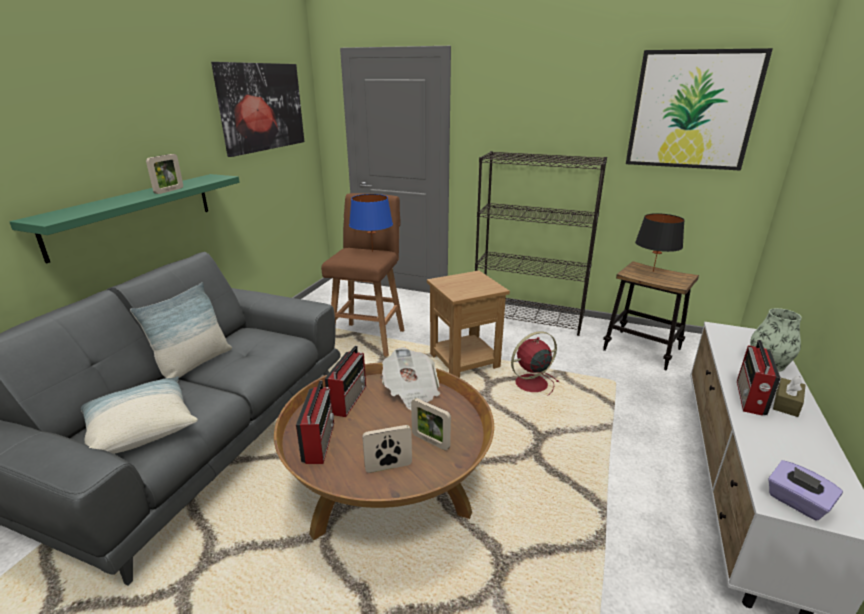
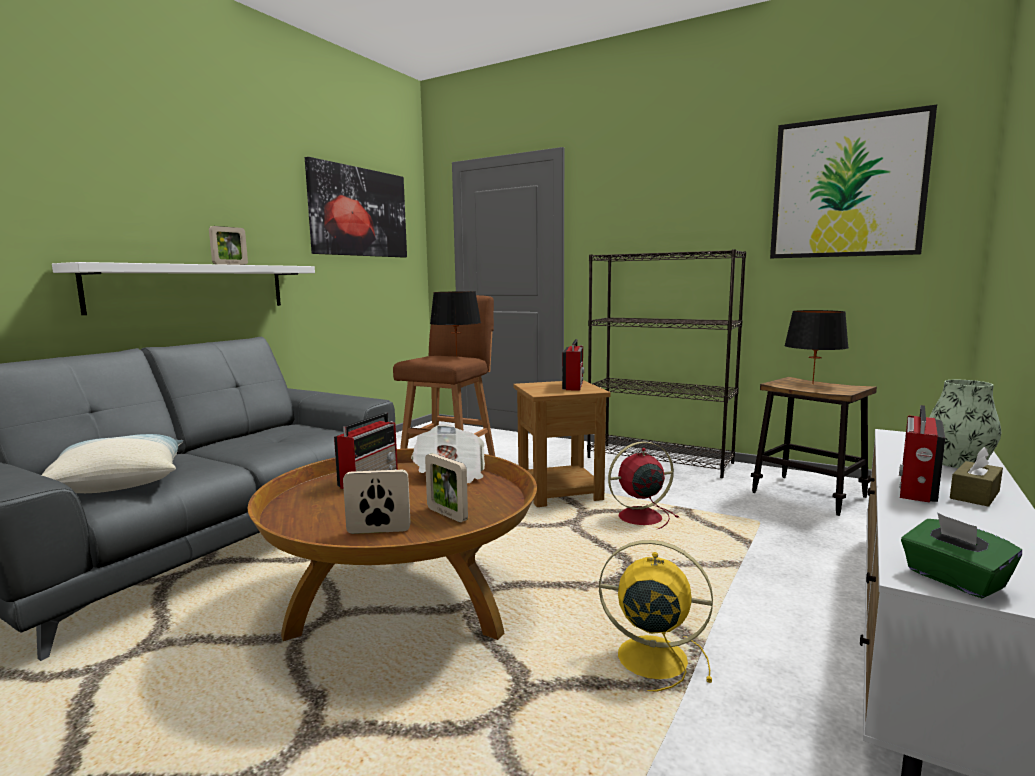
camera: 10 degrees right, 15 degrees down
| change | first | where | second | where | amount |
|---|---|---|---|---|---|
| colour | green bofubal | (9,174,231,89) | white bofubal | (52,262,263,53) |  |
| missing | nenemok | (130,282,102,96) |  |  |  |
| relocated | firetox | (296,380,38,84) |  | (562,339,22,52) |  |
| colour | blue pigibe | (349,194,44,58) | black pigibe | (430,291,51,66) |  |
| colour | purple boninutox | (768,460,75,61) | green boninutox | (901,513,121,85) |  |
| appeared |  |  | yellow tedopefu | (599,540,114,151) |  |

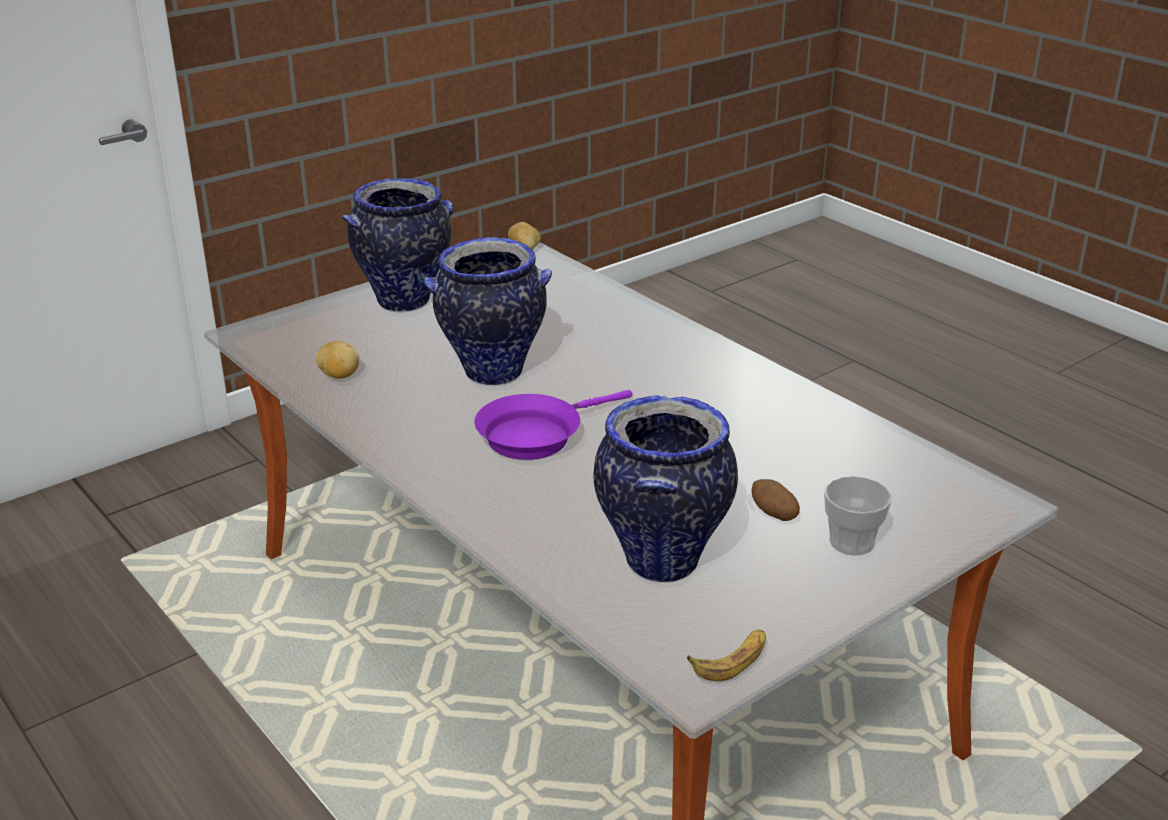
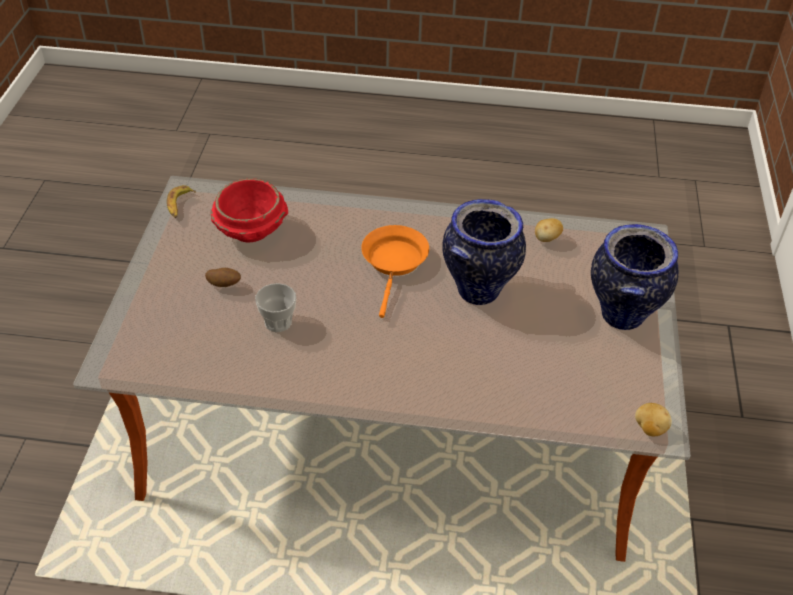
camera: 135 degrees right, 15 degrees up
| change | first | where | second | where | amount |
|---|---|---|---|---|---|
| colour | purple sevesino | (474,390,159,70) | orange sevesino | (361,225,68,93) |  |
| exchanged | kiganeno | (594,396,144,186) | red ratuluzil | (211,178,77,64) |  |
| relocated | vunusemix | (824,476,68,79) |  | (255,283,41,49) |  |

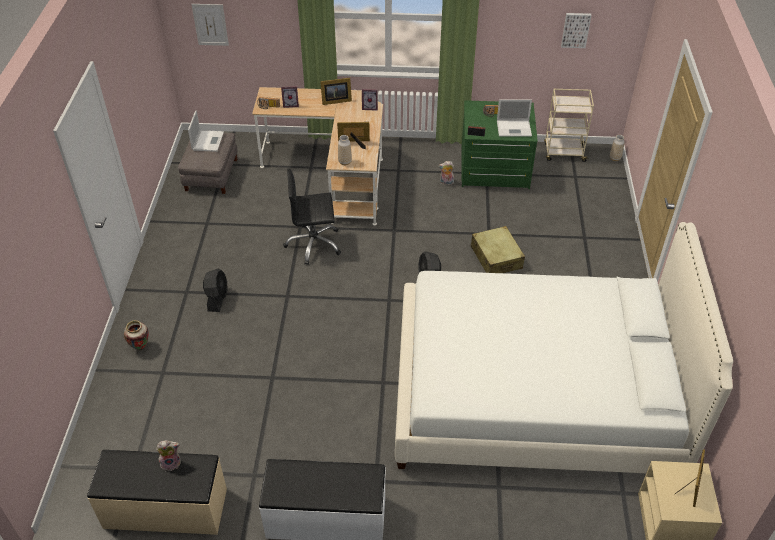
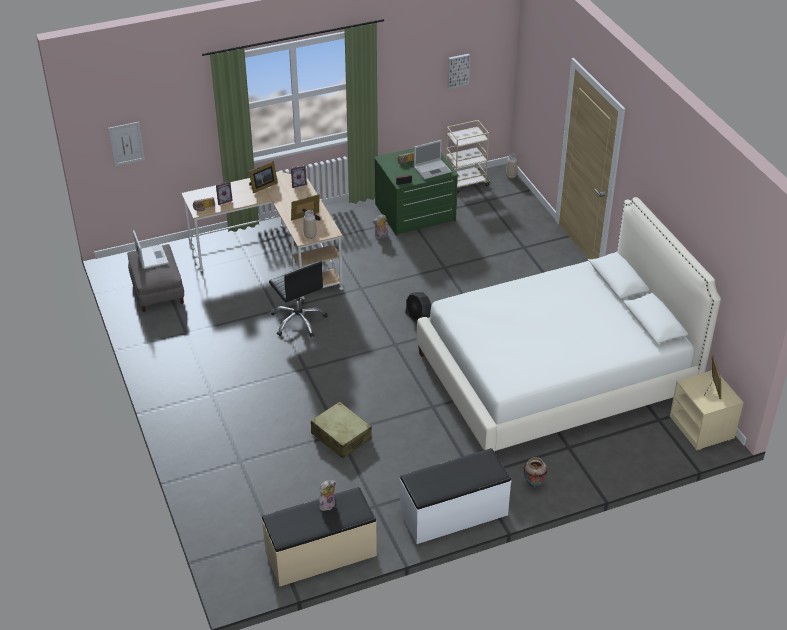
camera: 25 degrees left, 5 degrees down
| change | first | where | second | where | amount |
|---|---|---|---|---|---|
| relocated | kiganeno | (124,320,25,30) |  | (524,457,23,31) |  |
| missing | black tedopefu | (203,268,25,44) |  |  |  |
| spun | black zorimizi | (283,169,58,96) |  | (269,261,59,76) | 90 degrees counterclockwise |
| relocated | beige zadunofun | (471,226,54,47) |  | (311,402,61,56) |  |

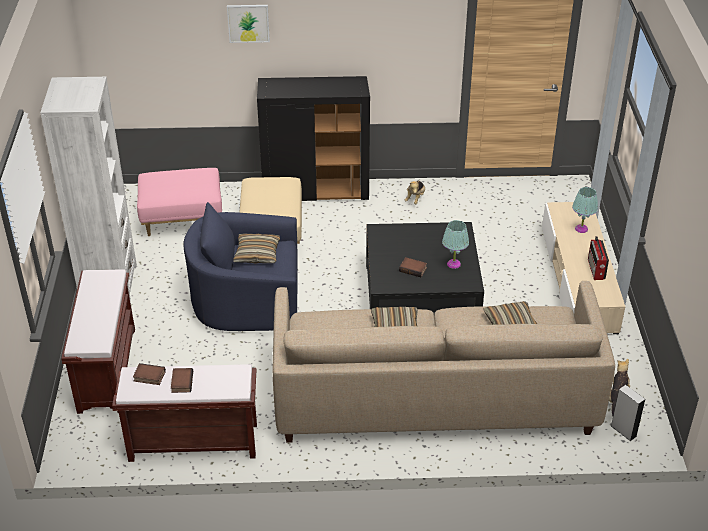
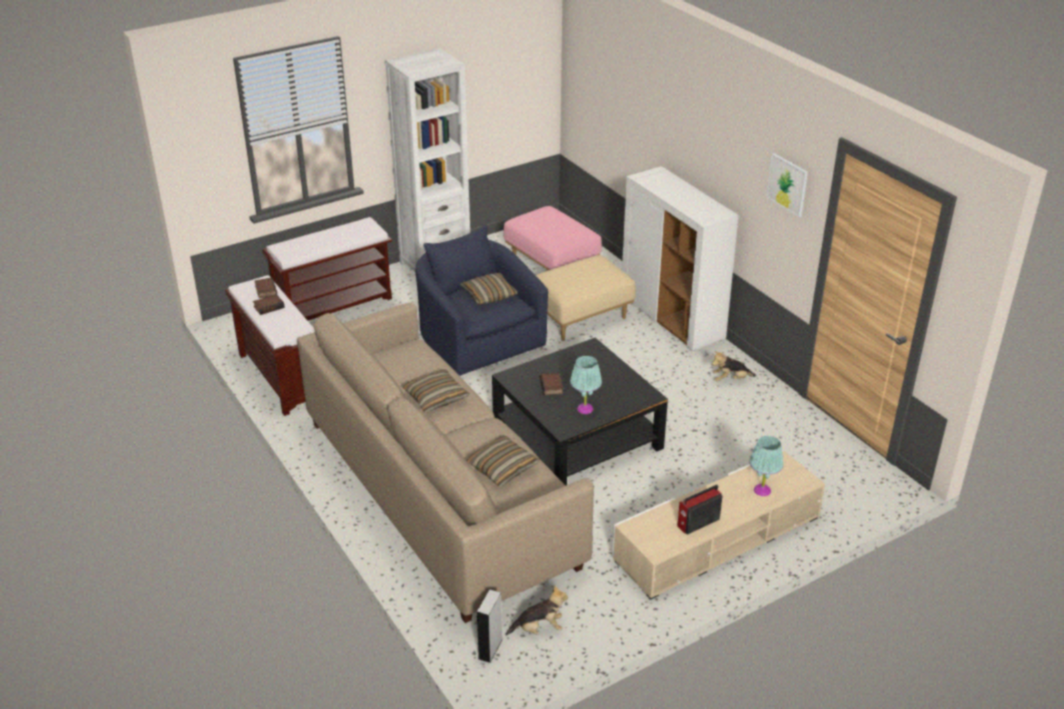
camera: 60 degrees right, 5 degrees down
| change | first | where | second | where | amount |
|---|---|---|---|---|---|
| relocated | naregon | (227,5,43,38) |  | (766,153,42,64) |  |
| colour | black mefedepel | (257,76,113,125) | white mefedepel | (622,166,117,185) |  |

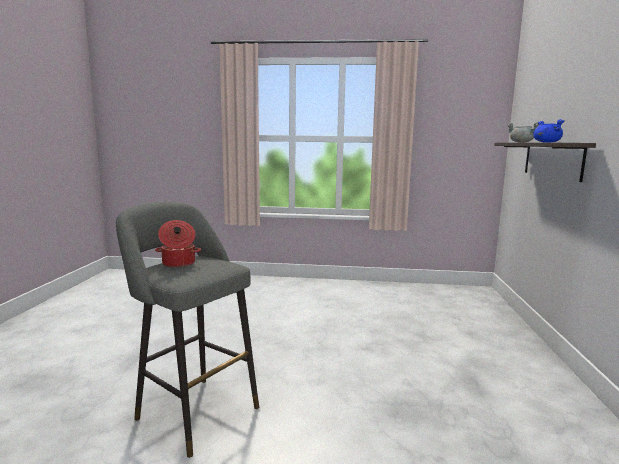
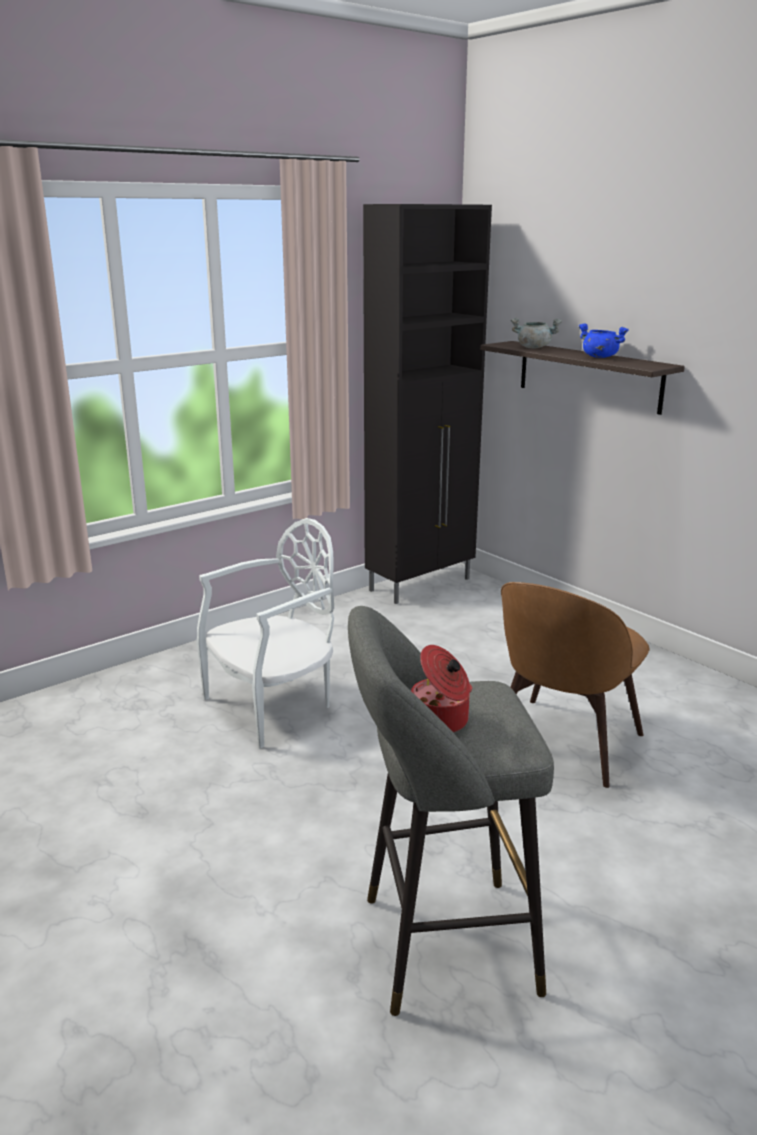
camera: 45 degrees left, 10 degrees up
| change | first | where | second | where | amount |
|---|---|---|---|---|---|
| appeared |  |  | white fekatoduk | (196,518,138,231) |  |
| appeared |  |  | black mefedepel | (363,204,129,400) |  |
| appeared |  |  | brown fekatoduk | (501,582,149,206) |  |

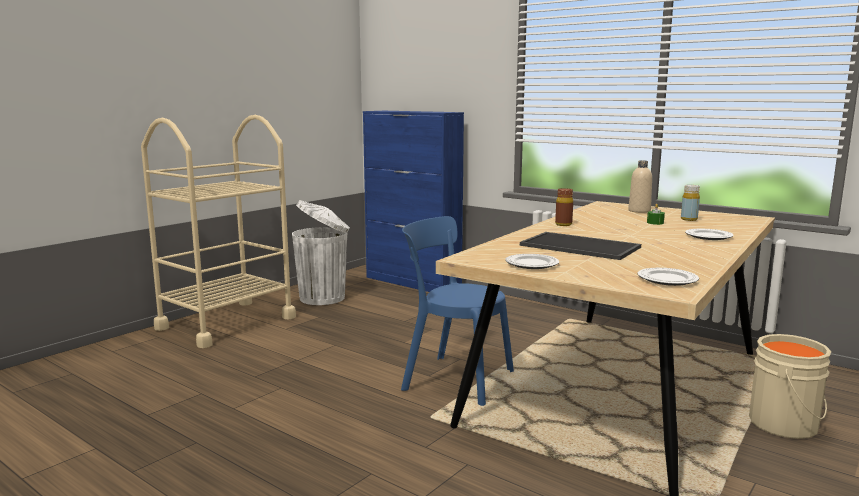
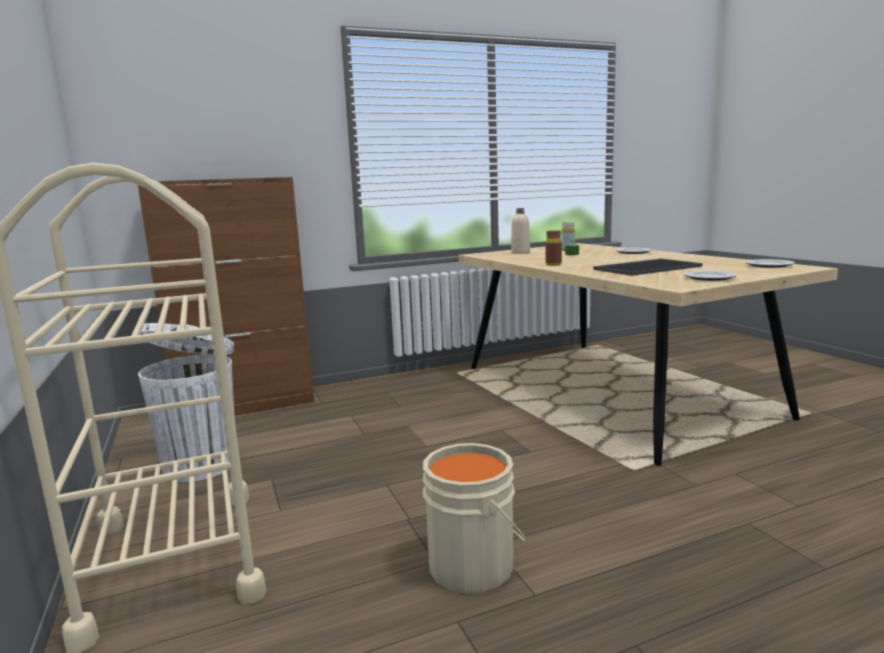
camera: 60 degrees left, 0 degrees up
| change | first | where | second | where | amount |
|---|---|---|---|---|---|
| colour | blue mefedepel | (363,111,101,181) | brown mefedepel | (138,177,176,239) |  |
| missing | blue fekatoduk | (401,216,113,190) |  |  |  |
| relocated | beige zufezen | (749,334,82,105) |  | (423,443,104,151) |  |

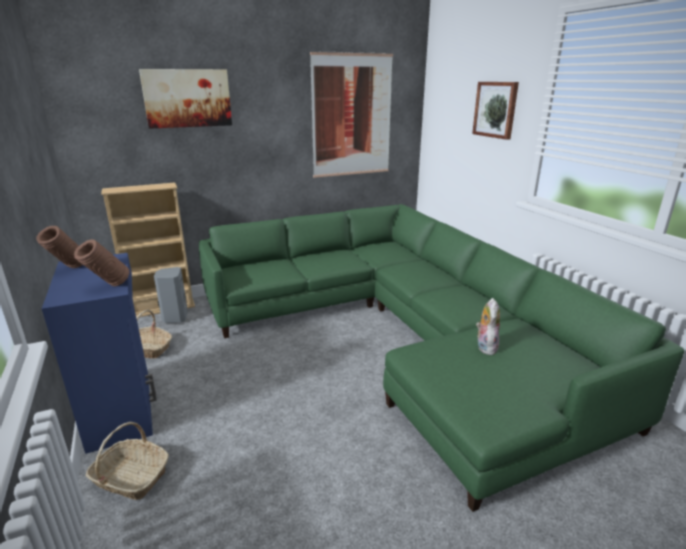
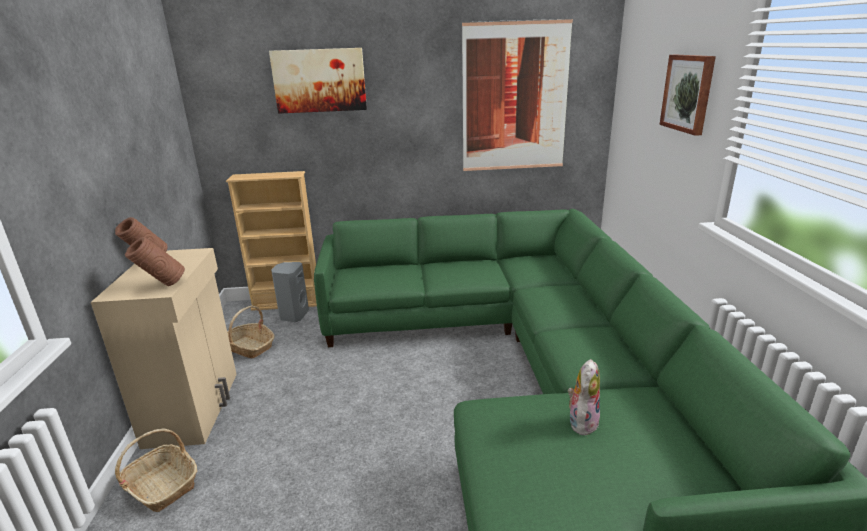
camera: 20 degrees right, 0 degrees up
| change | first | where | second | where | amount |
|---|---|---|---|---|---|
| colour | blue mefedepel | (42,253,115,201) | beige mefedepel | (91,248,146,201) |  |

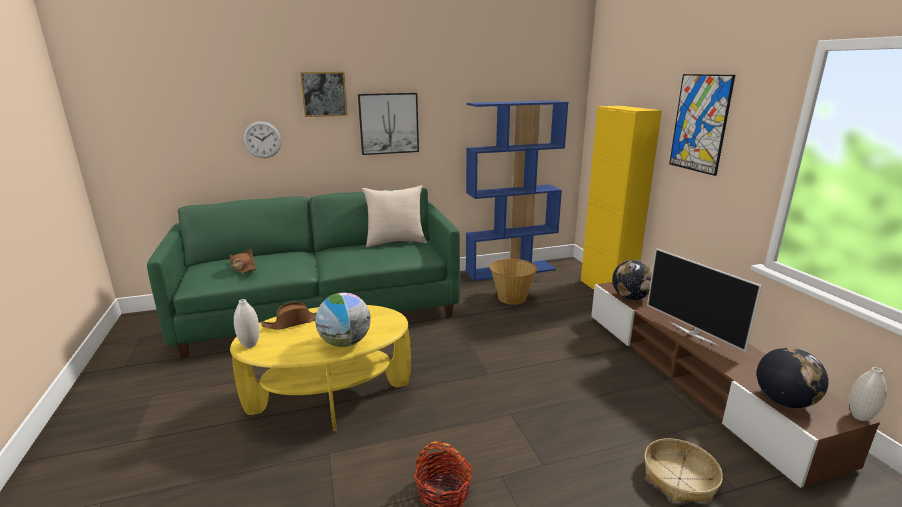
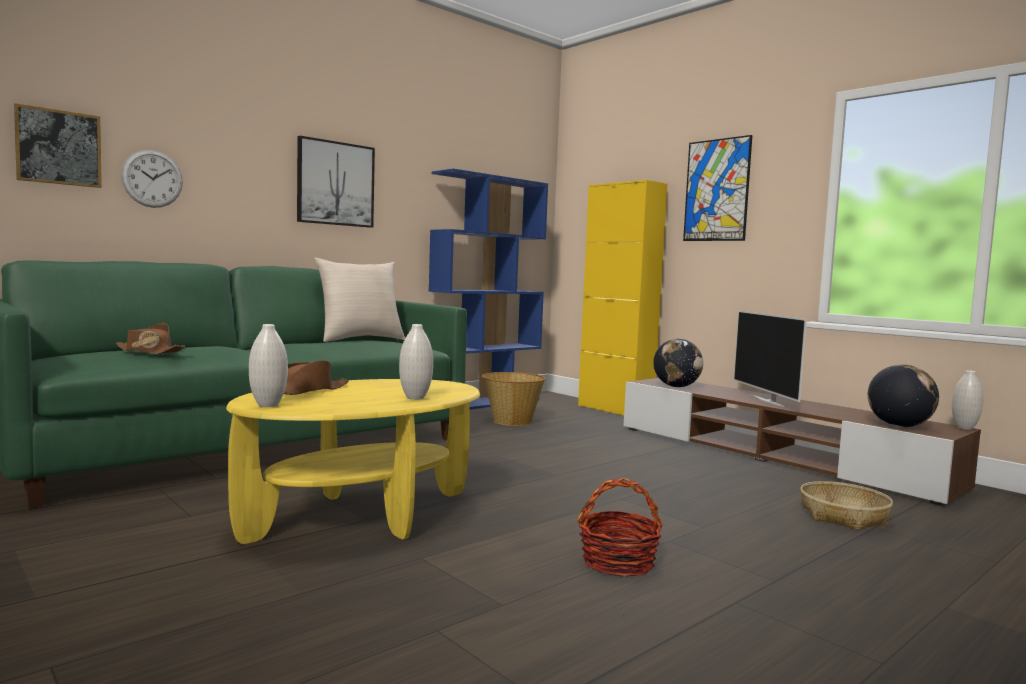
camera: 25 degrees left, 15 degrees down
| change | first | where | second | where | amount |
|---|---|---|---|---|---|
| relocated | naregon | (300,72,48,45) |  | (14,103,88,85) |  |
| exchanged | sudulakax | (315,293,56,54) | white kiganeno | (399,324,34,76) |  |
| spun | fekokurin | (647,248,115,104) |  | (734,311,73,96) | 45 degrees clockwise |

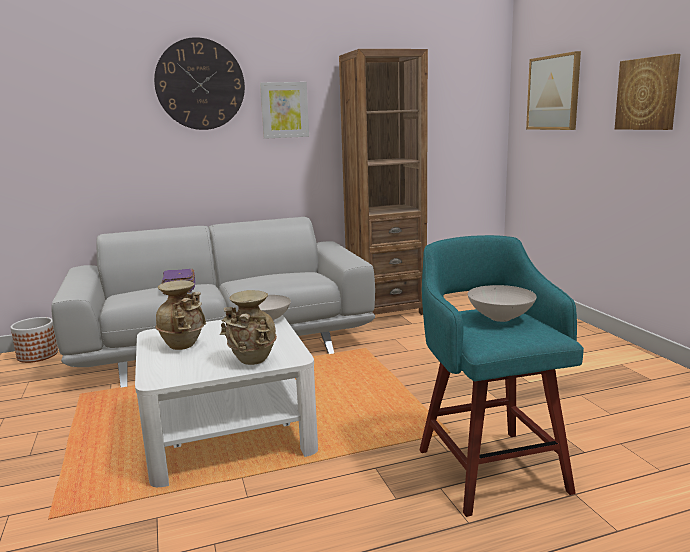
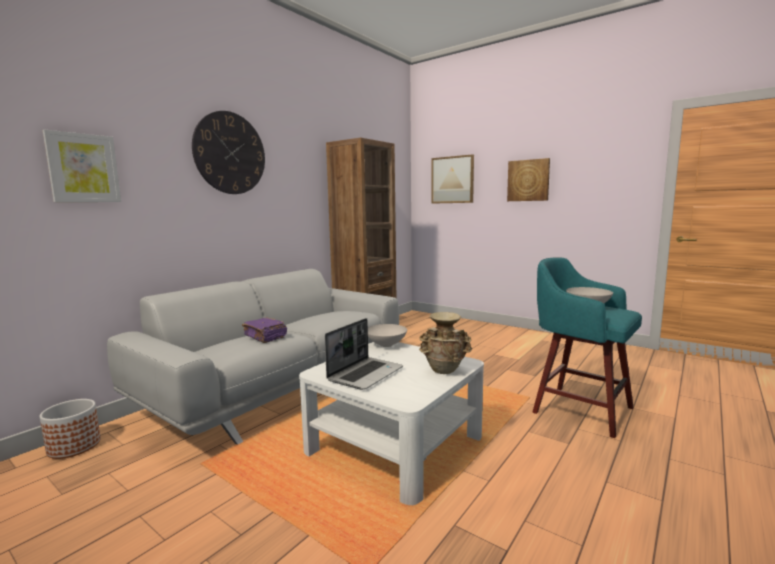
camera: 35 degrees left, 5 degrees down
| change | first | where | second | where | amount |
|---|---|---|---|---|---|
| exchanged | beige kiganeno | (155,280,51,70) | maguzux | (325,318,78,72) |  |
| relocated | naregon | (260,82,49,57) |  | (43,130,78,72) |  |

